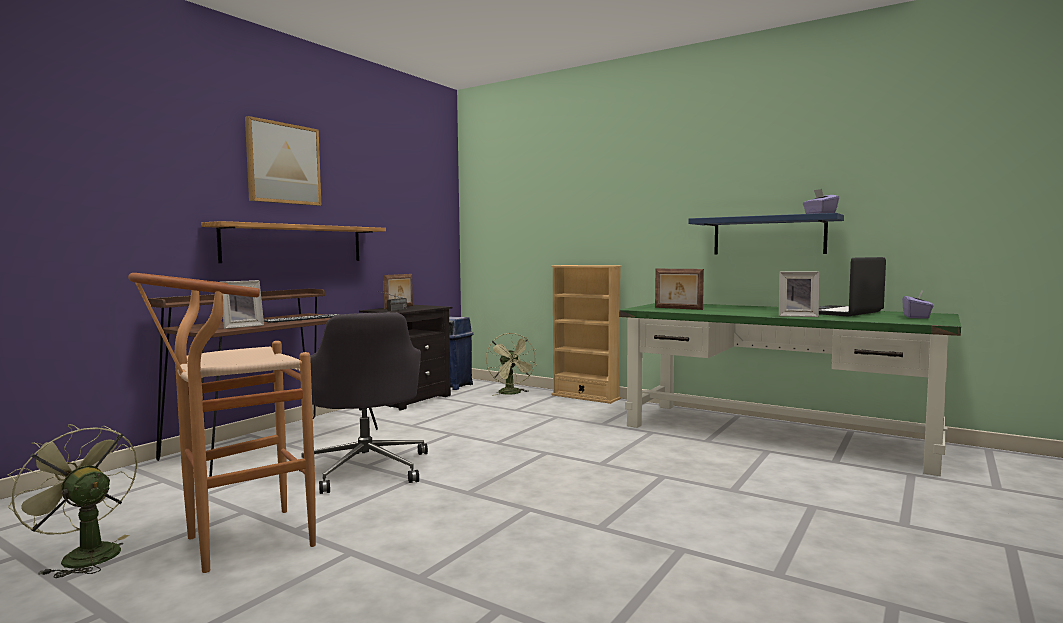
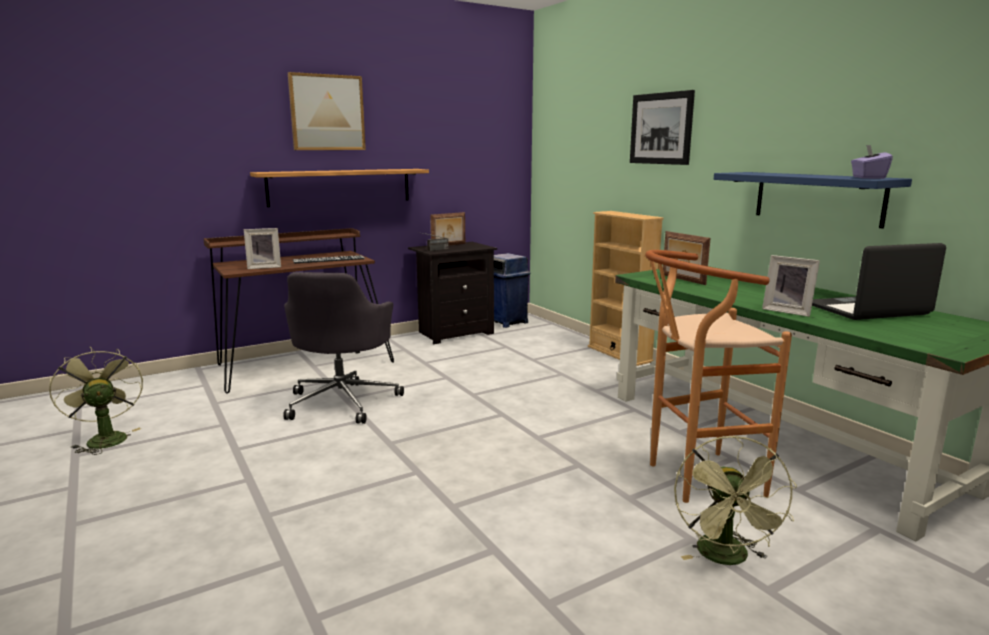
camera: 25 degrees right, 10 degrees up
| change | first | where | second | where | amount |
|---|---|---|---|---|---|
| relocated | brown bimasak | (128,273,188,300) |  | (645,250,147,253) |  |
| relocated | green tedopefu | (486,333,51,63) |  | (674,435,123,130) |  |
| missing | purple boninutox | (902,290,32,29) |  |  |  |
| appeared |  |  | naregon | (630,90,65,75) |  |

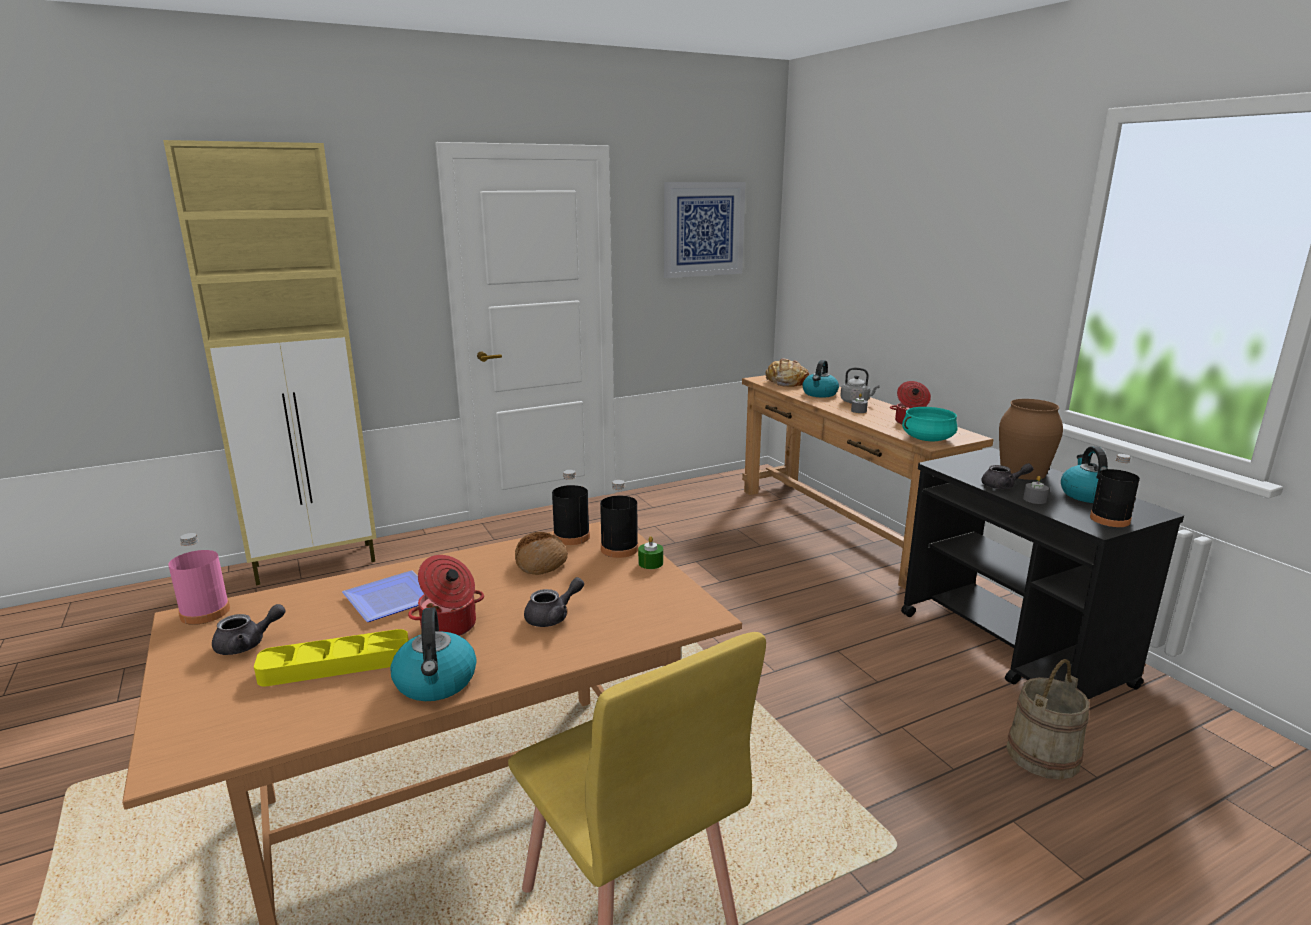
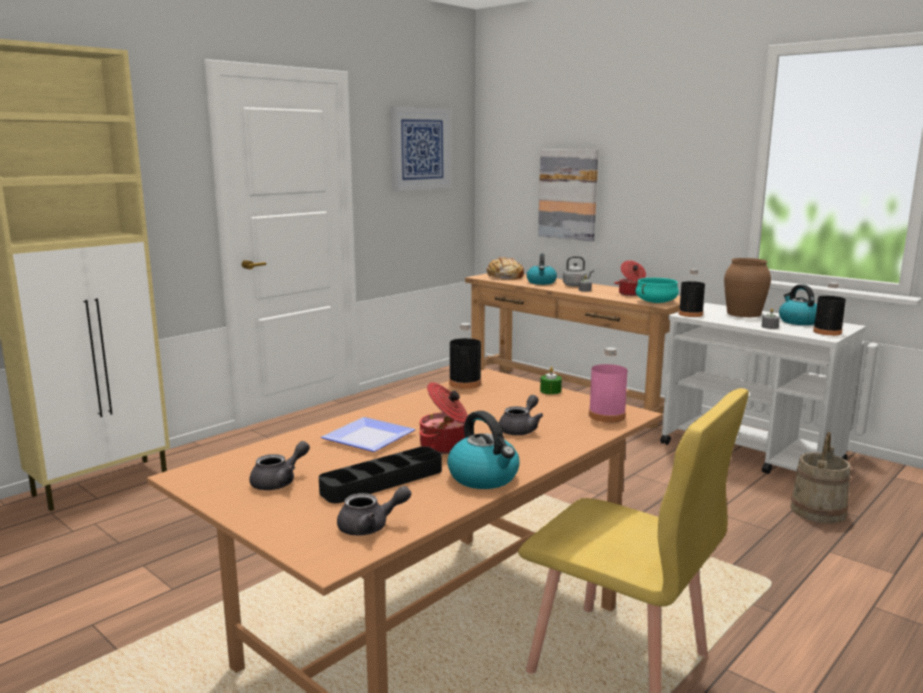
camera: 20 degrees left, 5 degrees down
| change | first | where | second | where | amount |
|---|---|---|---|---|---|
| relocated | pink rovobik | (168,533,62,92) |  | (589,347,39,75) |  |
| colour | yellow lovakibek | (254,629,155,58) | black lovakibek | (319,447,123,56) |  |
| missing | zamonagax | (515,532,53,43) |  |  |  |
| relocated | black rovobik | (600,480,38,78) |  | (679,269,26,48) |  |
| colour | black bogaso | (901,448,283,251) | white bogaso | (660,303,206,171) |  |
| relocated | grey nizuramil | (981,463,53,26) |  | (337,486,74,50) |  |
| appeared |  |  | naregon | (538,149,60,92) |  |

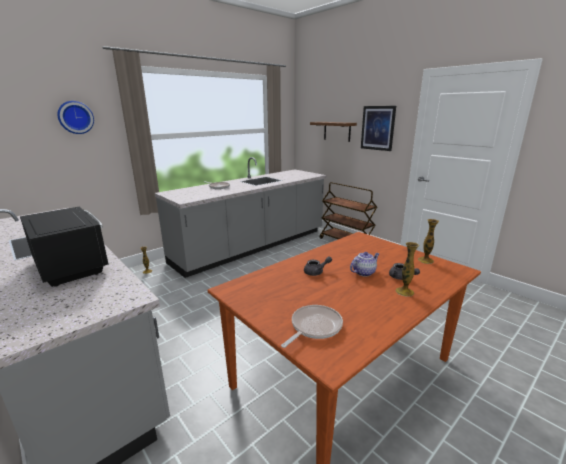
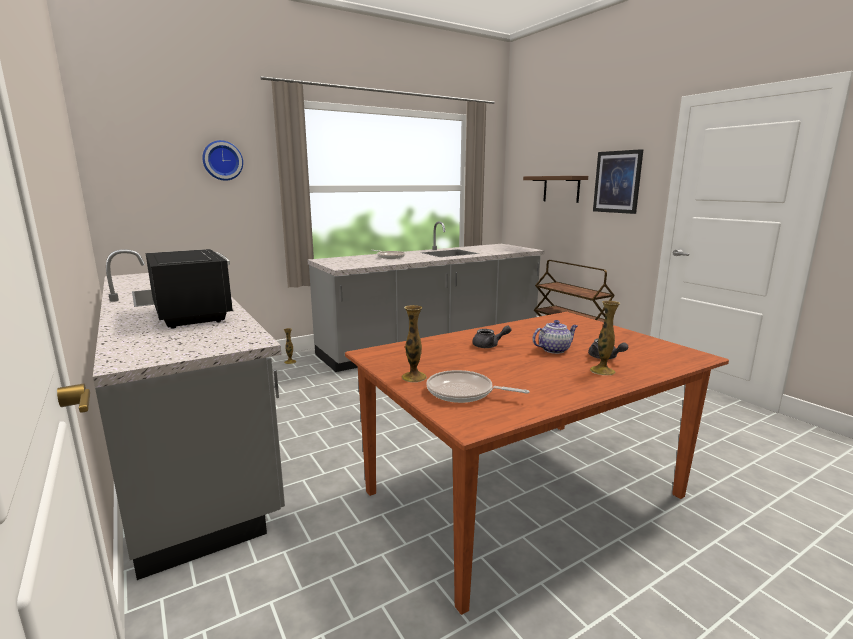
camera: 10 degrees right, 5 degrees down
| change | first | where | second | where | amount |
|---|---|---|---|---|---|
| spun | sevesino | (281,305,62,43) |  | (426,370,104,33) | 120 degrees counterclockwise |
| relocated | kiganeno | (418,219,21,45) |  | (402,305,25,77) |  |

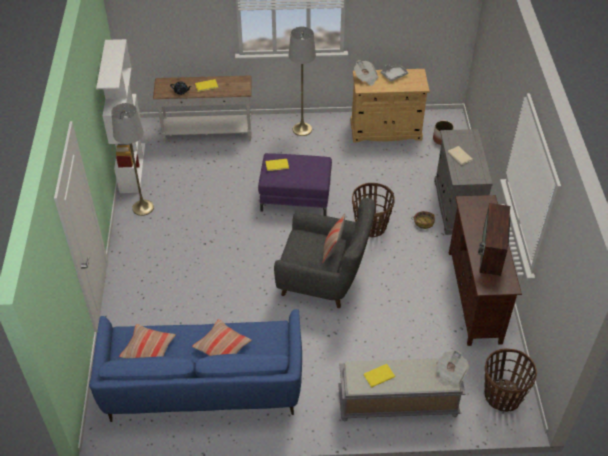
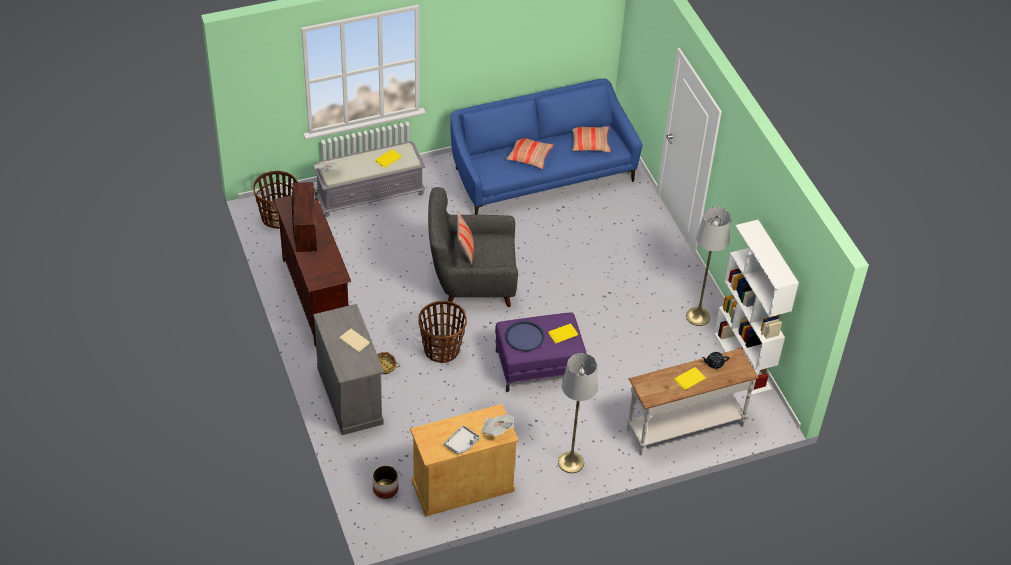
camera: 160 degrees right, 0 degrees up
| change | first | where | second | where | amount |
|---|---|---|---|---|---|
| appeared |  |  | blue lovakibek | (505,321,40,30) |  |

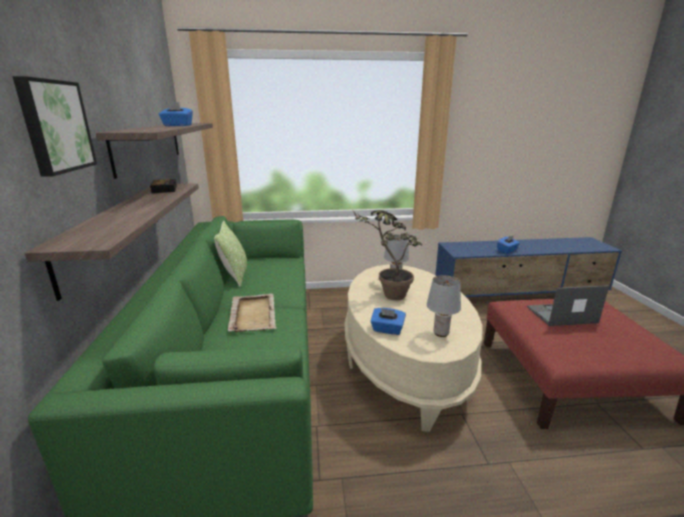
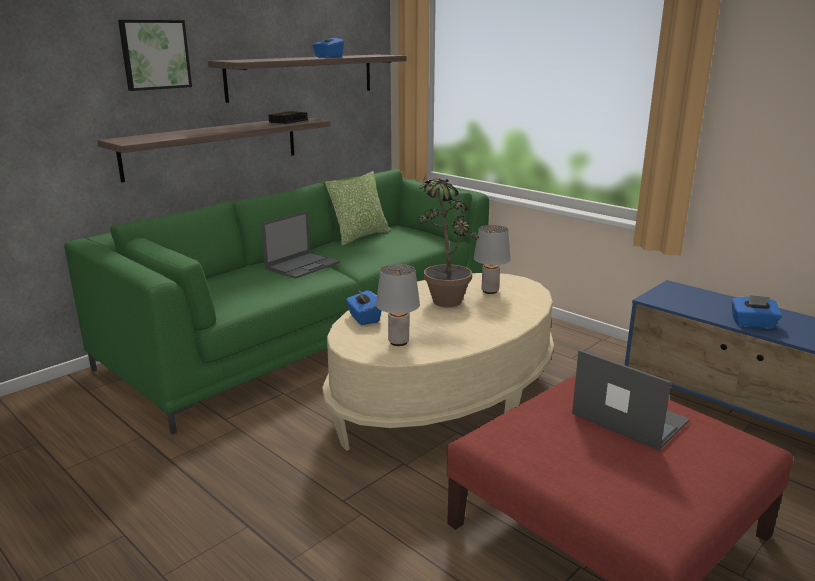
camera: 50 degrees right, 0 degrees up
| change | first | where | second | where | amount |
|---|---|---|---|---|---|
| exchanged | beige lovakibek | (228,294,48,38) | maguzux | (261,211,79,68) |  |

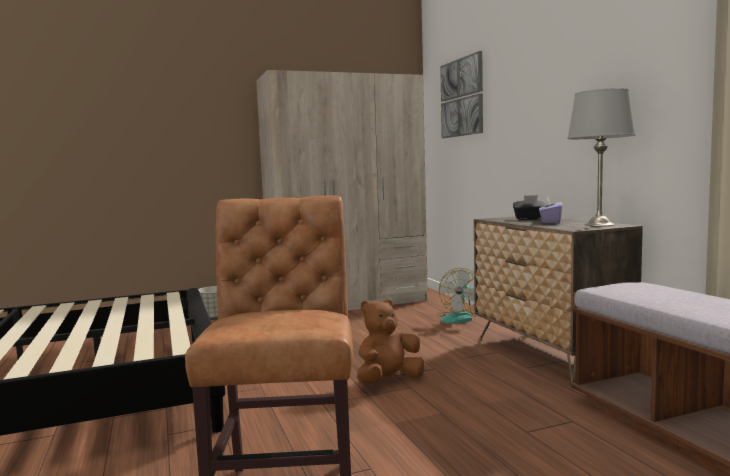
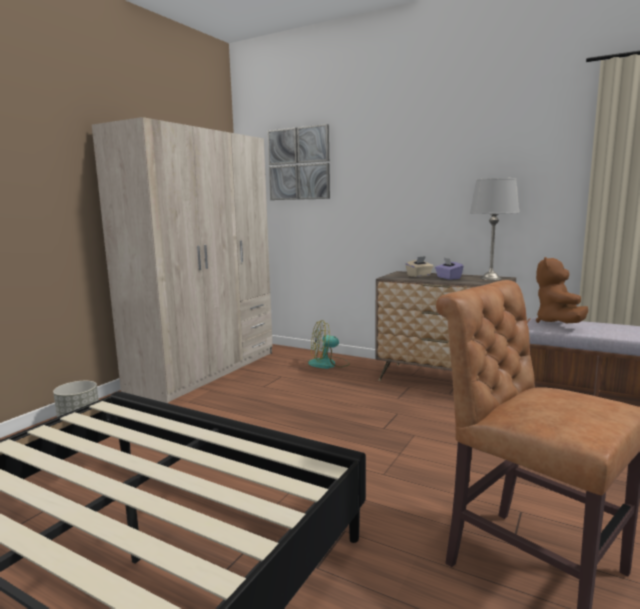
camera: 40 degrees left, 5 degrees up
| change | first | where | second | where | amount |
|---|---|---|---|---|---|
| relocated | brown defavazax | (357,299,67,84) |  | (536,257,52,66) |  |
| spun | tedopefu | (438,268,39,55) |  | (308,320,42,49) | 90 degrees clockwise |
| colour | black boninutox | (513,195,34,25) | beige boninutox | (406,256,27,21) |  |

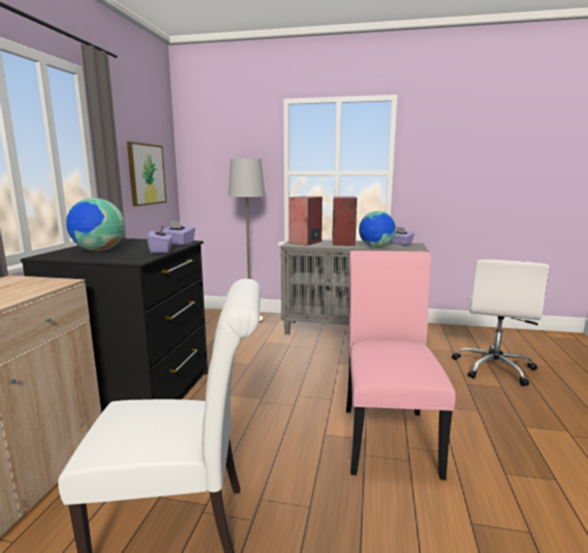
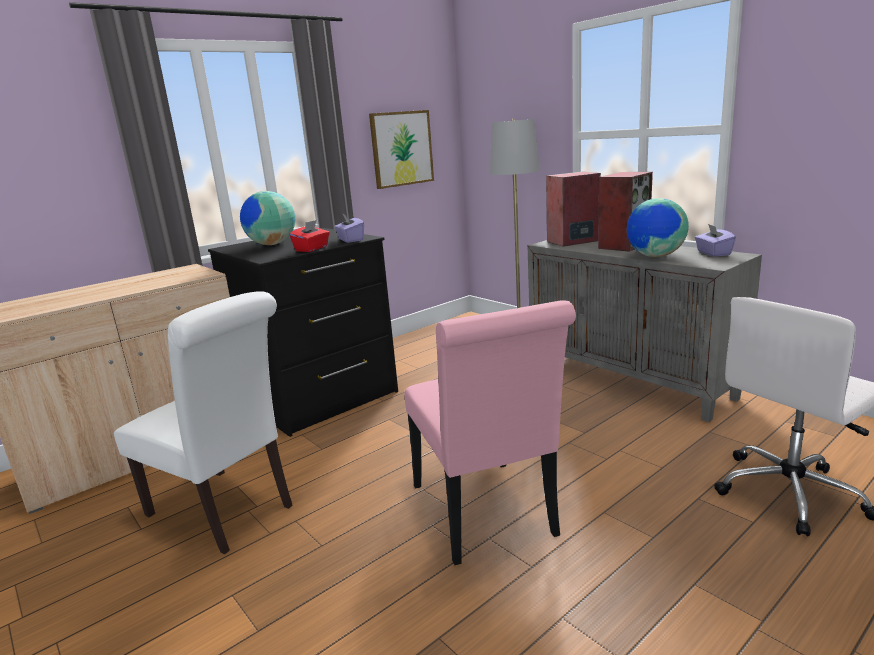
camera: 40 degrees right, 5 degrees up
| change | first | where | second | where | amount |
|---|---|---|---|---|---|
| colour | purple boninutox | (147,224,26,29) | red boninutox | (290,220,40,32) |  |
| spun | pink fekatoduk | (346,250,110,230) |  | (405,300,171,265) | 120 degrees clockwise |

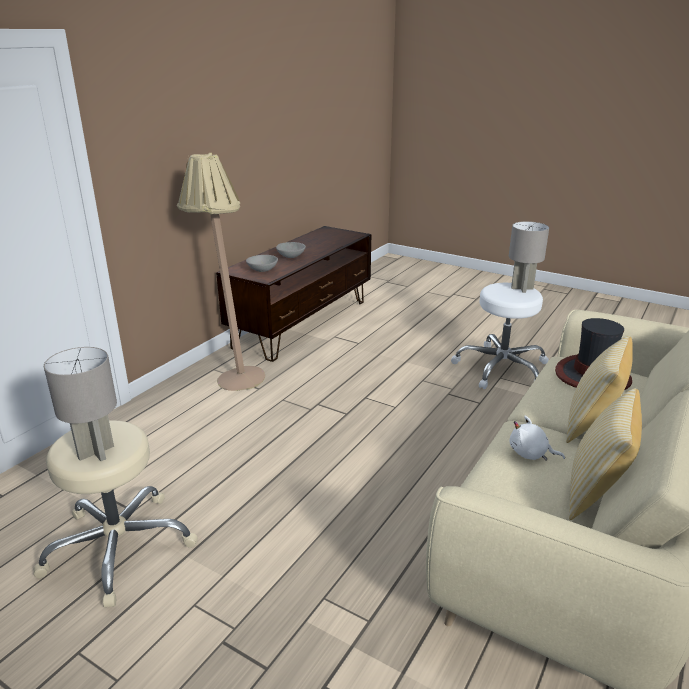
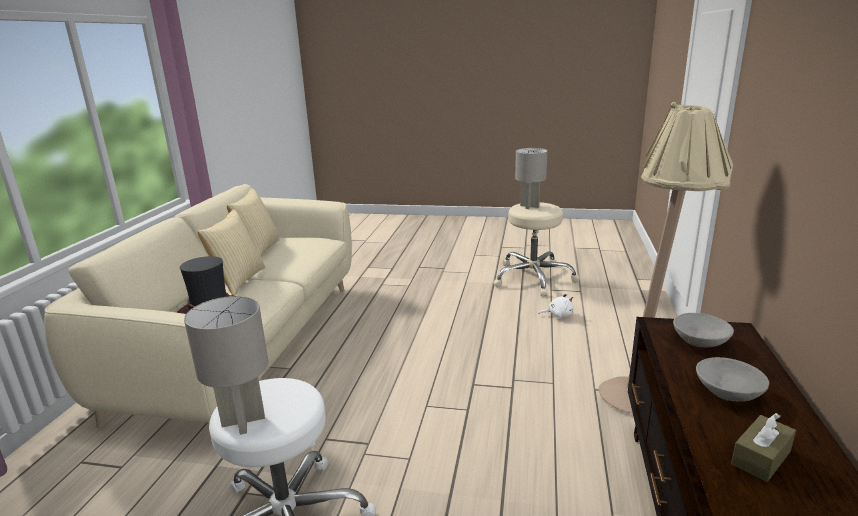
camera: 160 degrees right, 5 degrees down
| change | first | where | second | where | amount |
|---|---|---|---|---|---|
| relocated | white defavazax | (509,416,56,45) |  | (539,293,35,25) |  |
| appeared |  |  | brown boninutox | (731,413,65,69) |  |

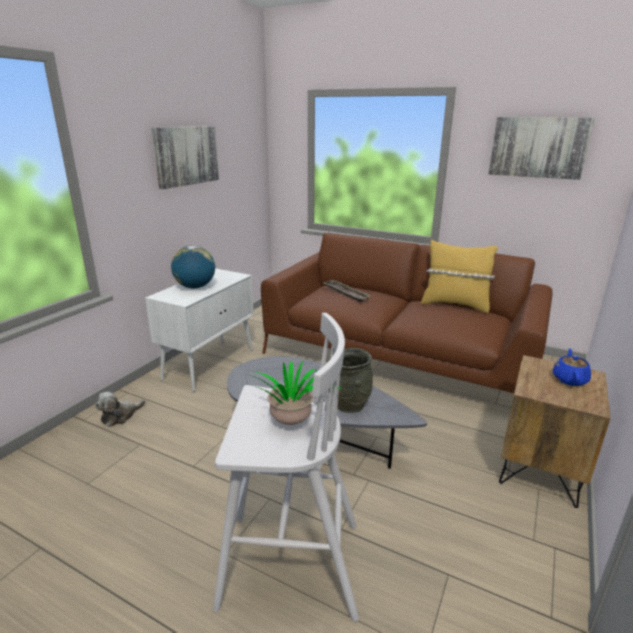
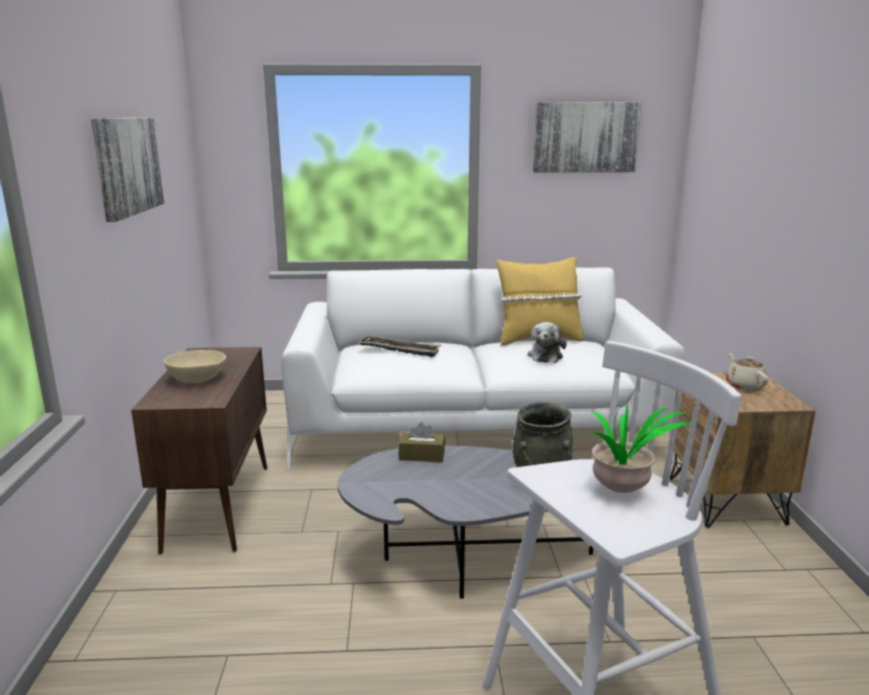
camera: 30 degrees left, 5 degrees down
| change | first | where | second | where | amount |
|---|---|---|---|---|---|
| relocated | defavazax | (96,392,49,35) |  | (527,322,40,41) |  |
| colour | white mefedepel | (145,268,109,124) | brown mefedepel | (131,347,136,207) |  |
| exchanged | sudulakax | (171,246,44,43) | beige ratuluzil | (164,350,62,33) |  |
| colour | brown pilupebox | (261,233,291,161) | white pilupebox | (281,267,404,203) |  |
| colour | blue nizuramil | (553,349,38,37) | beige nizuramil | (726,353,42,38) |  |
| appeared |  |  | brown boninutox | (398,422,47,40) |  |

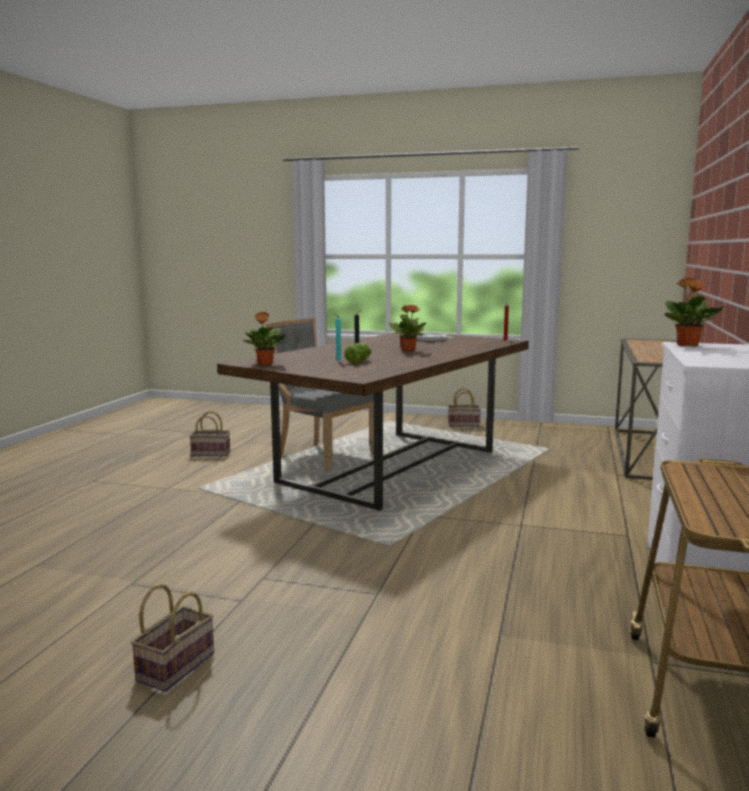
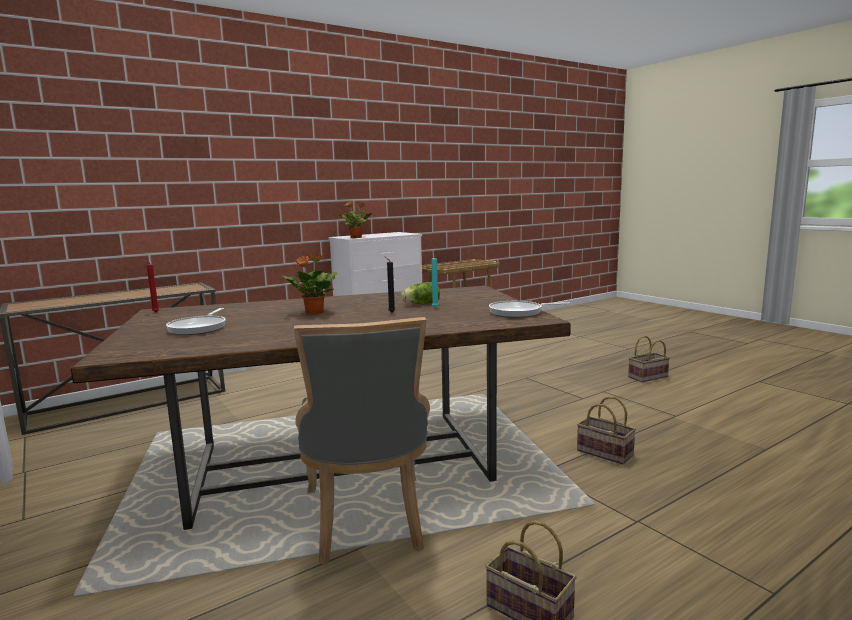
camera: 140 degrees left, 0 degrees up
| change | first | where | second | where | amount |
|---|---|---|---|---|---|
| exchanged | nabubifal | (243,312,43,53) | sevesino | (489,301,81,17) |  |
| relocated | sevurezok | (448,388,33,39) |  | (577,396,59,69) |  |

